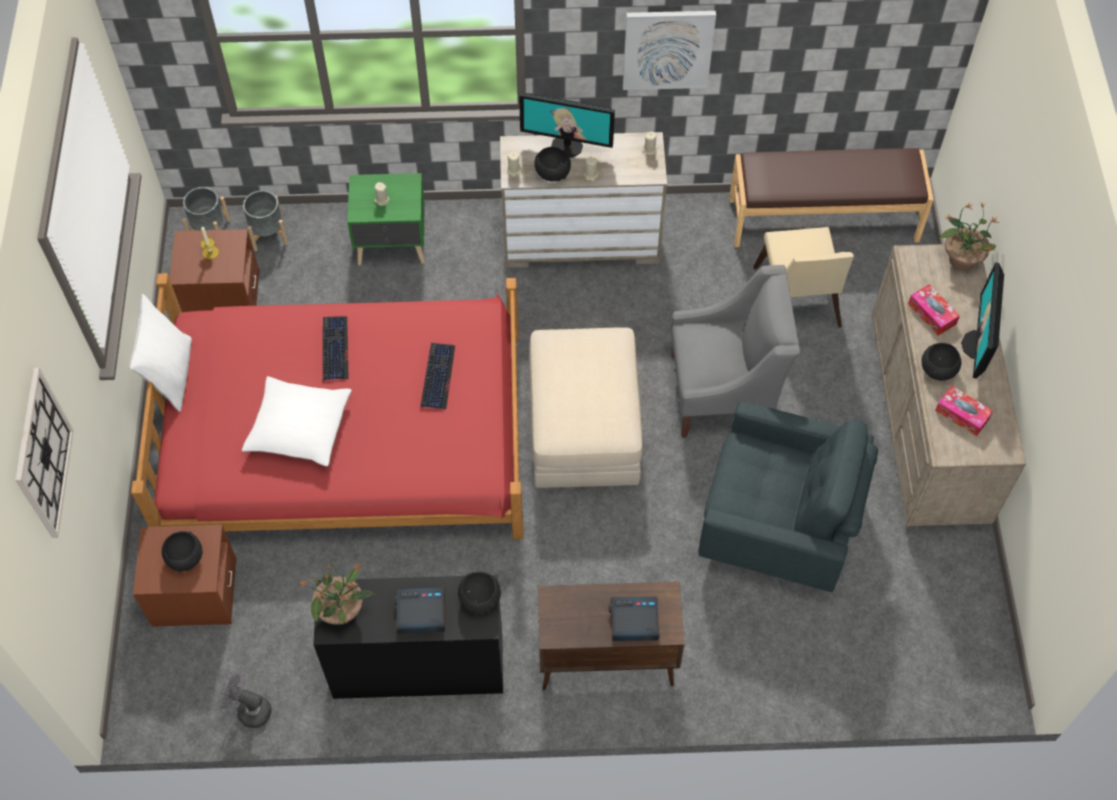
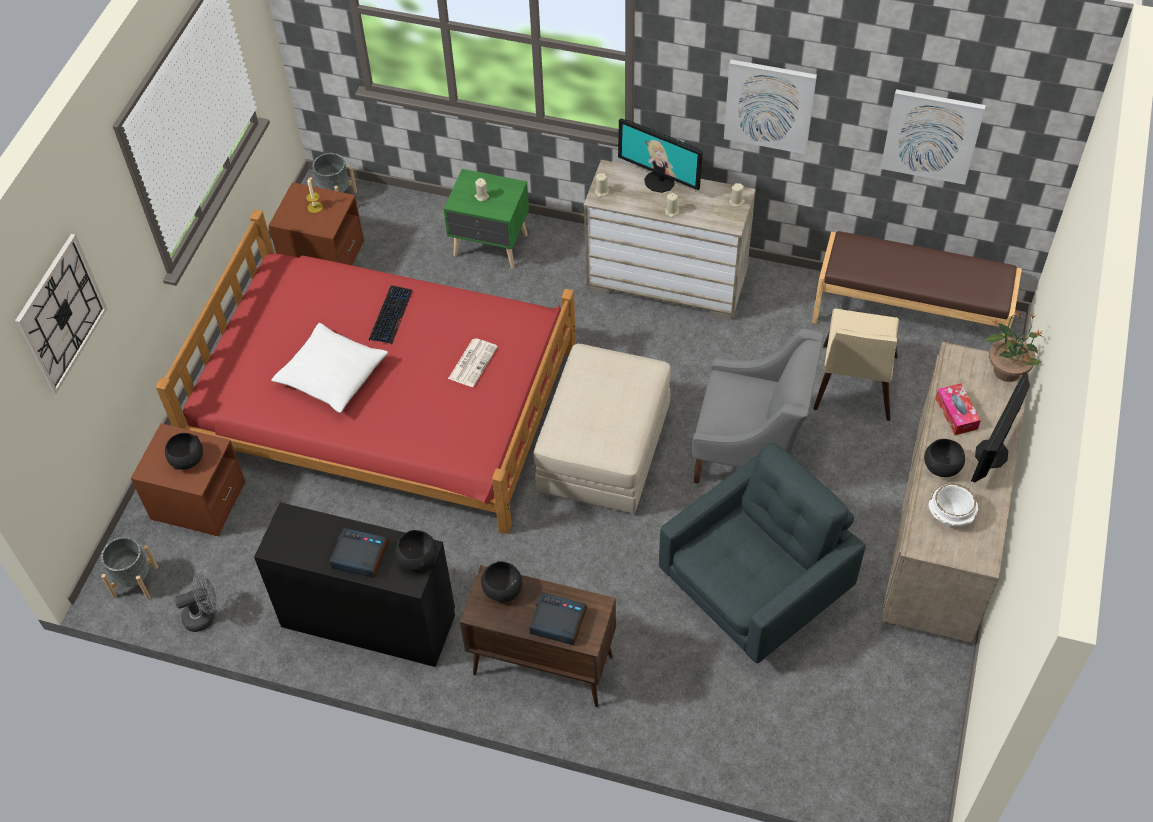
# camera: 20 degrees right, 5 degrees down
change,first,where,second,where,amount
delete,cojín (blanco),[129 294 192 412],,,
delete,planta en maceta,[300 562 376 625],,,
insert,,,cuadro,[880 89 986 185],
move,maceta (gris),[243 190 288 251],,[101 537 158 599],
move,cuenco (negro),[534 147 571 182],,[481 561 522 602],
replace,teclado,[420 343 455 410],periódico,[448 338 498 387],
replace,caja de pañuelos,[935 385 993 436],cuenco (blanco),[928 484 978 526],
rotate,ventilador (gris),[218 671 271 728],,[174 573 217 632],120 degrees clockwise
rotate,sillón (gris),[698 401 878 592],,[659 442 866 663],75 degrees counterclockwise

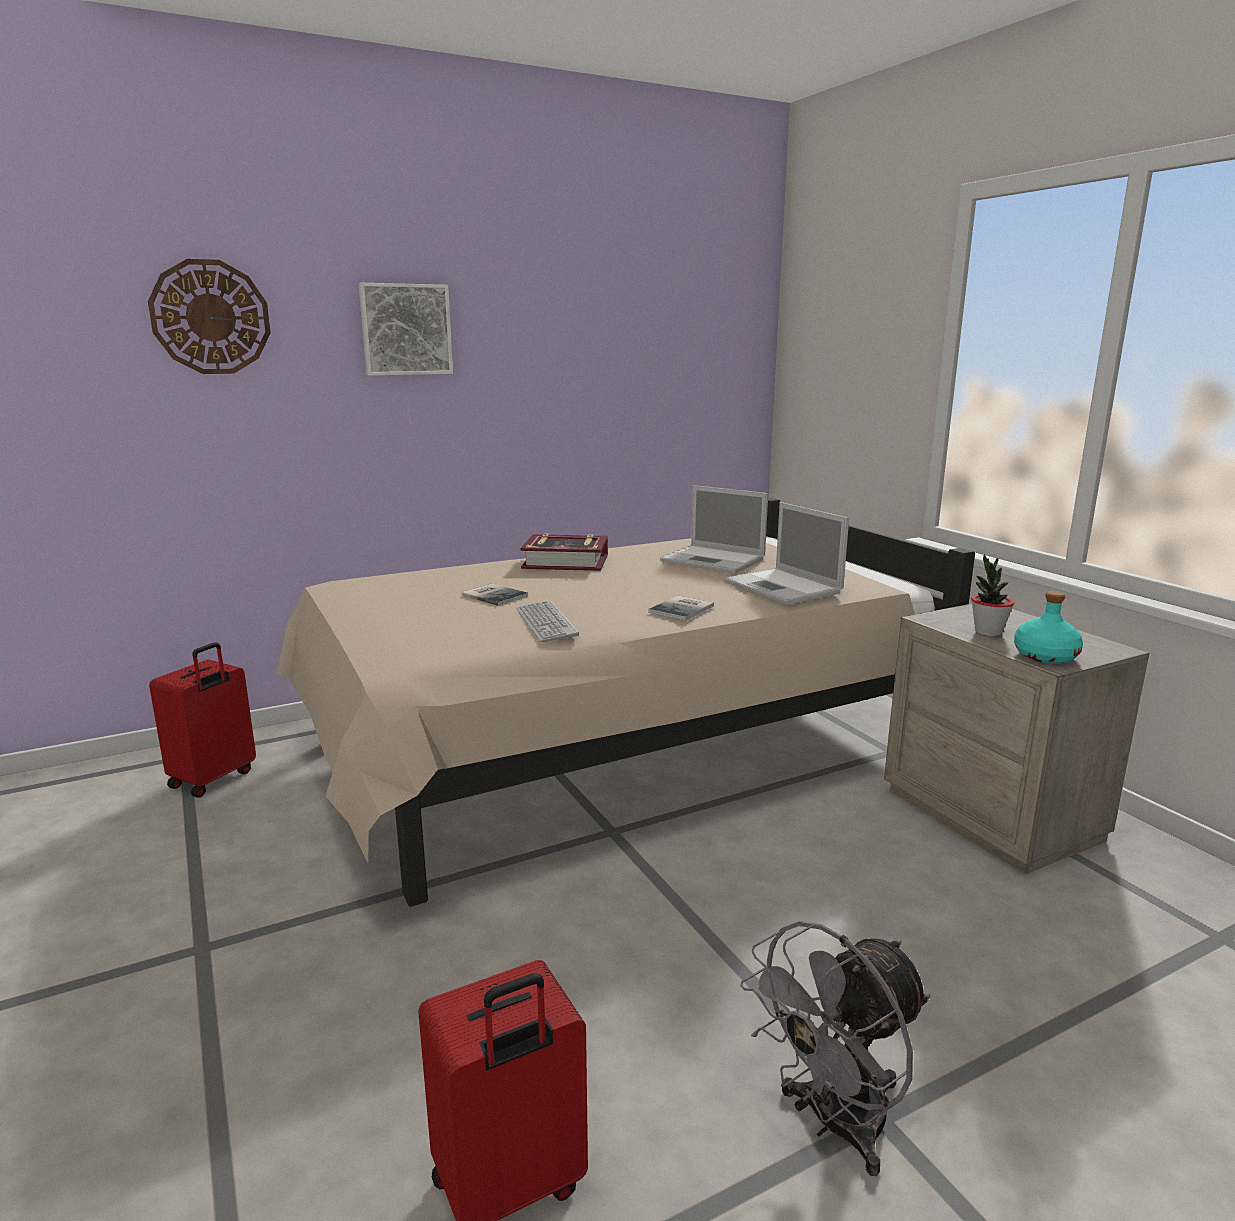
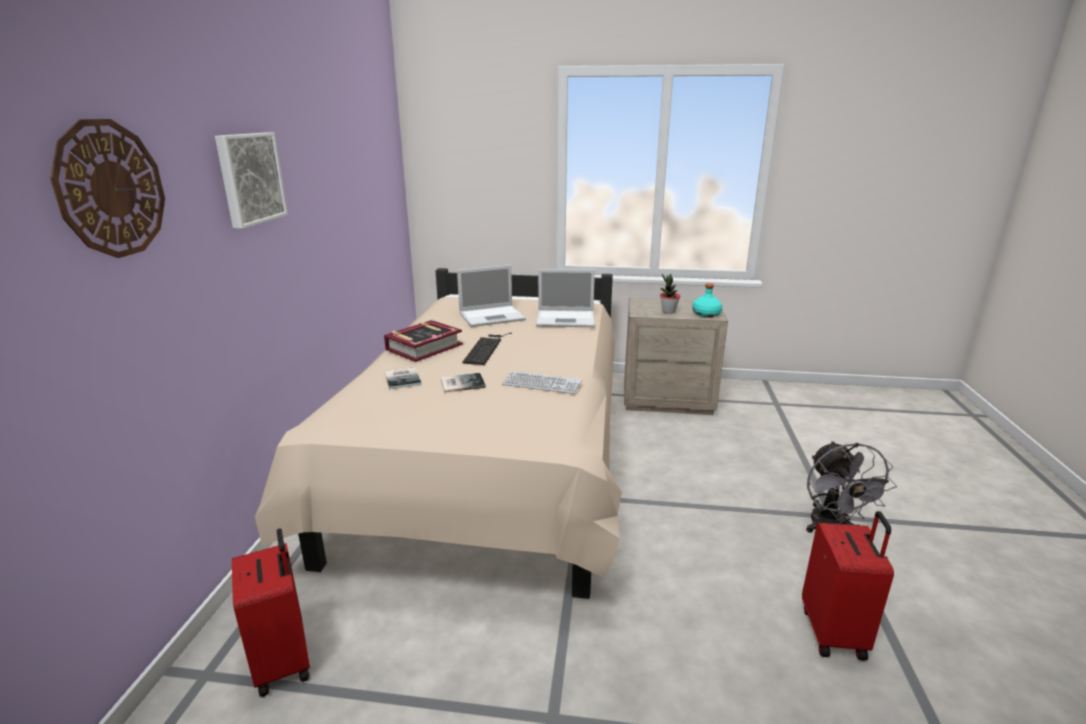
# camera: 55 degrees left, 5 degrees up
change,first,where,second,where,amount
insert,,,teclado,[463 333 512 365],
move,libro,[648 596 714 621],,[385 367 421 389],

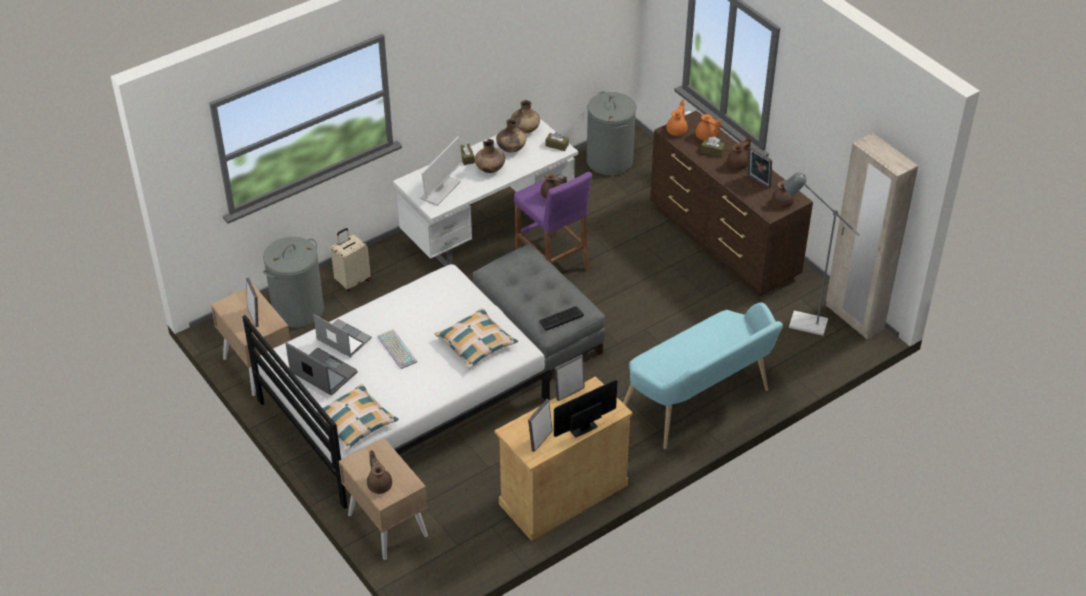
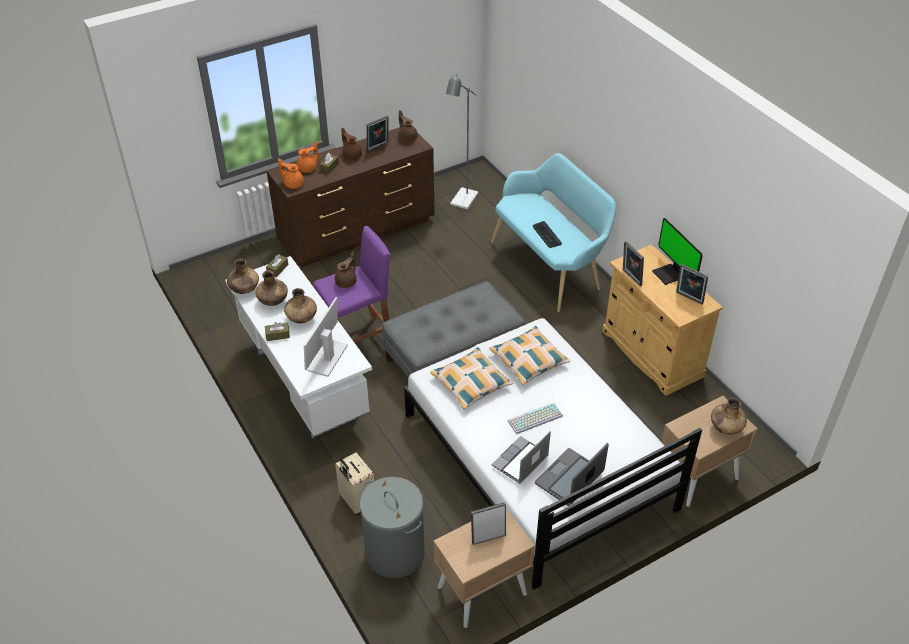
# camera: 85 degrees left, 0 degrees up
change,first,where,second,where,amount
delete,cesto de la ropa (gris),[587 91 636 175],,,
delete,armario ropero (beis),[826 133 918 340],,,
move,cojín,[316 384 399 451],,[430 347 513 409],
move,teclado,[539 306 584 331],,[533 221 562 248],
replace,tetera (marrón),[367 450 392 494],florero (marrón),[711 398 747 435],
rotate,monitor,[420 137 462 206],,[304 297 348 377],105 degrees counterclockwise

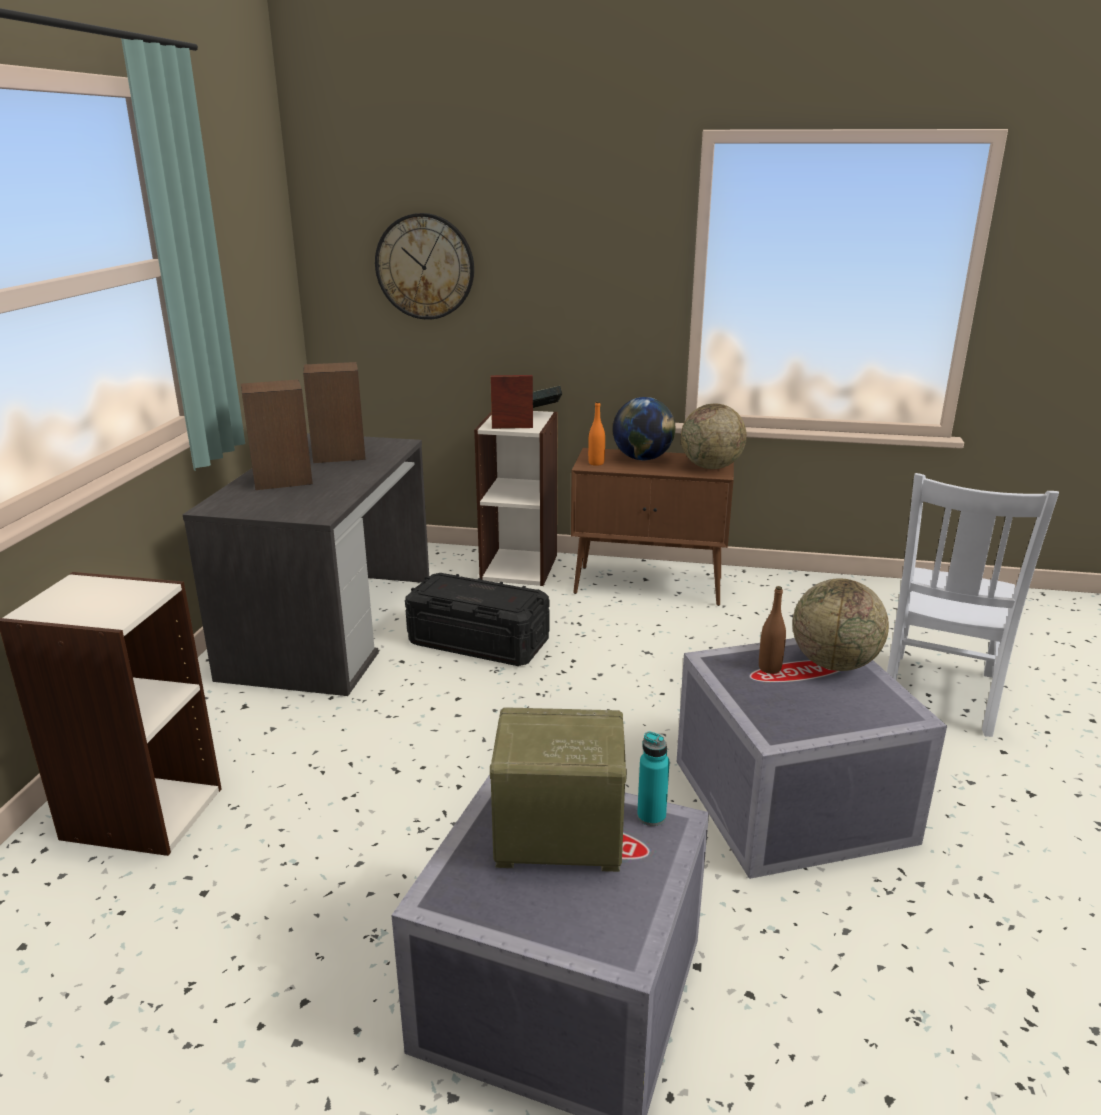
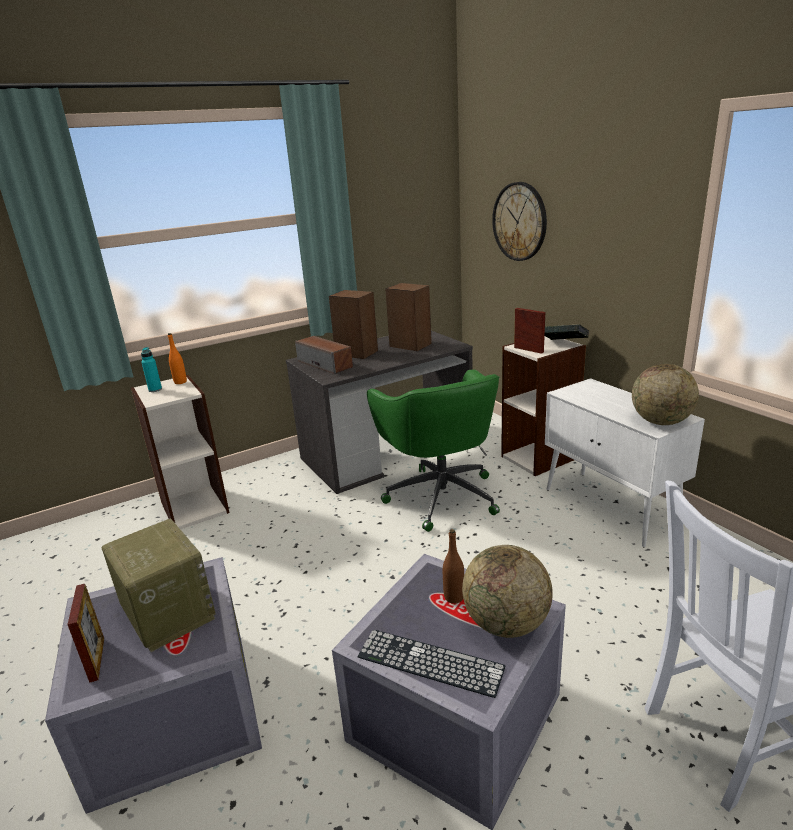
# camera: 50 degrees right, 0 degrees up
change,first,where,second,where,amount
delete,globo terráqueo,[613 397 675 460],,,
insert,,,portarretratos,[67 584 104 683],
insert,,,altavoz,[295 336 353 374],
insert,,,teclado,[358 629 505 698],
move,botella (naranja),[588 401 605 466],,[168 333 187 384],
move,botella (turquesa),[637 732 670 826],,[141 347 162 392],
replace,caja de almacenaje (negro),[405 573 550 666],silla de oficina (verde),[367 370 500 532],
recolor,armario (marrón),[571 448 734 606],armario (blanco),[545 378 705 547],

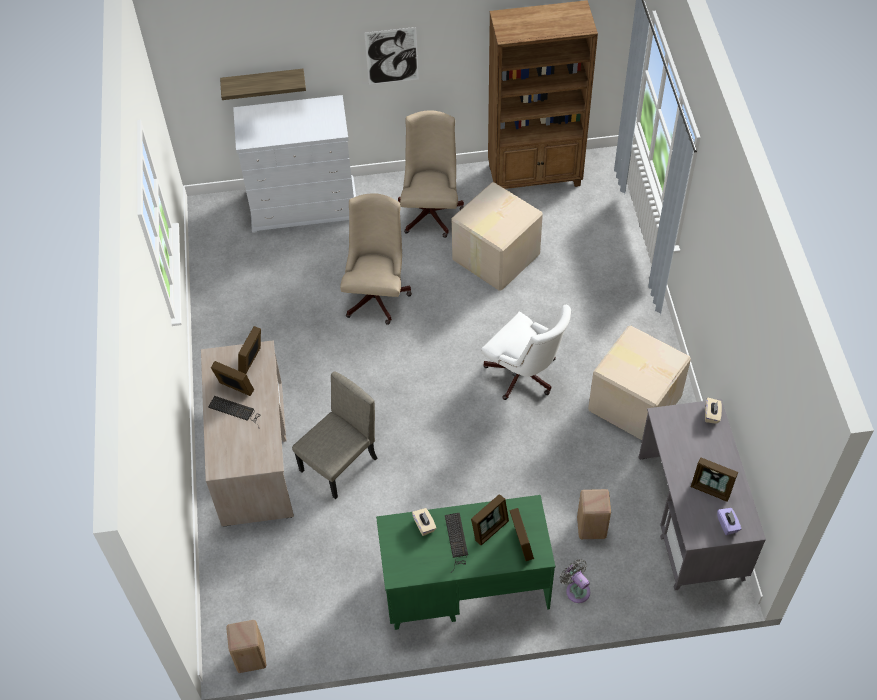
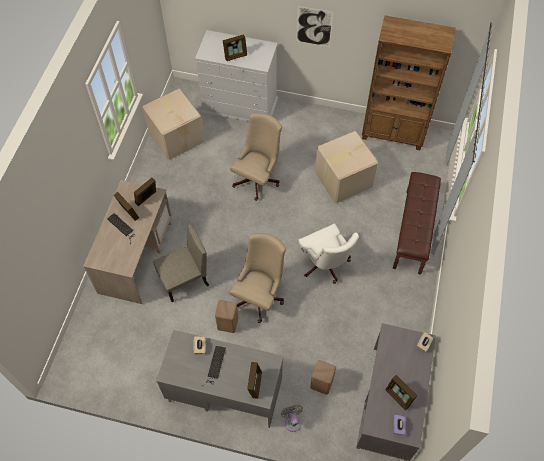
# camera: 20 degrees right, 5 degrees up
change,first,where,second,where,amount
delete,estante,[220 69 306 100],,,
insert,,,banco (marrón),[393 172 441 275],
move,taburete (beis),[226 620 266 673],,[215 300 238 333],
move,silla de oficina (beis),[398 110 464 238],,[230 233 286 323],
move,portarretratos,[471 494 509 546],,[223 34 247 61],
move,caja de cartón,[588 326 691 440],,[143 89 204 160],
recolor,escritorio (verde),[376 495 555 630],escritorio (gris),[156 330 283 428],

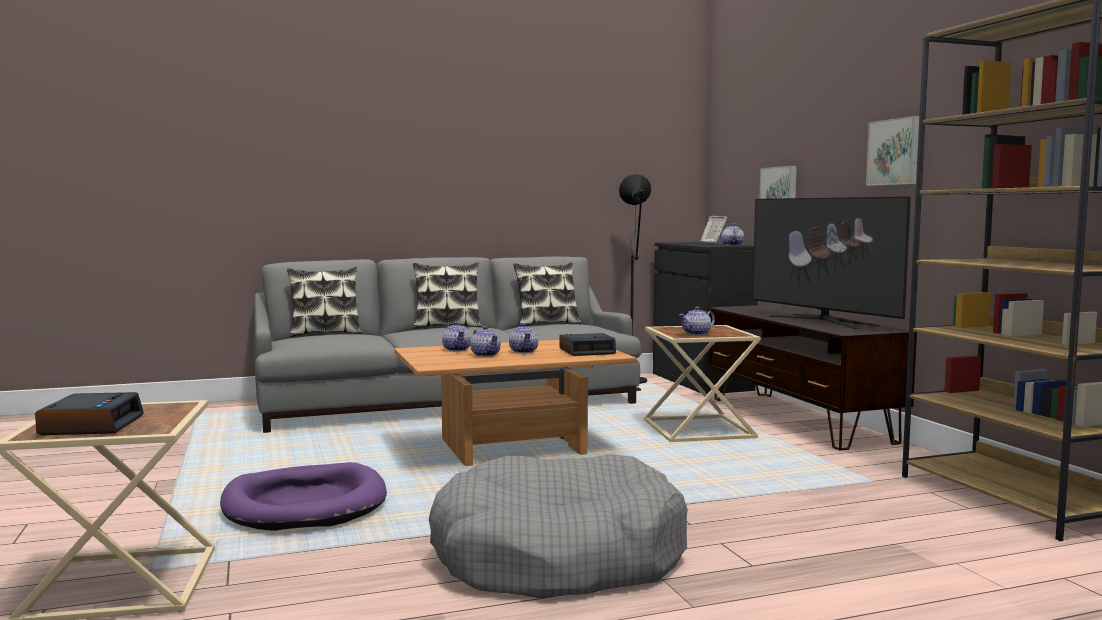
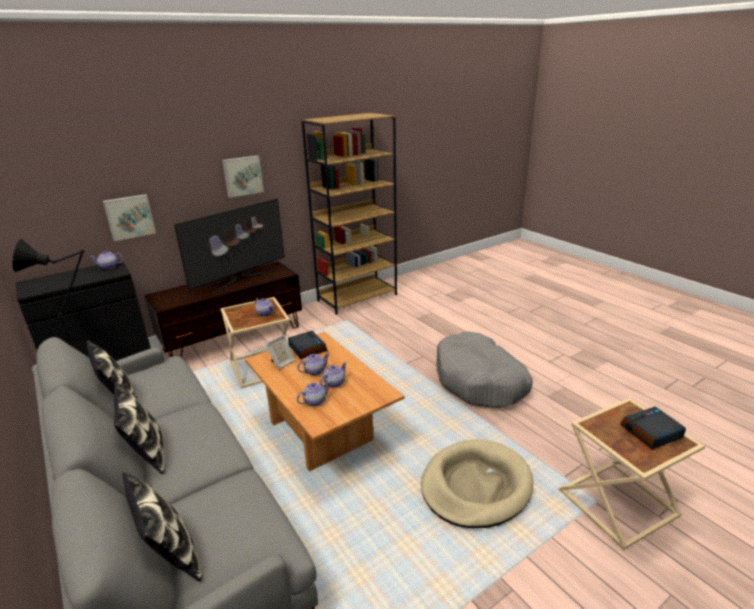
# camera: 105 degrees left, 20 degrees up
change,first,where,second,where,amount
move,portarretratos,[700 216 727 243],,[265 335 295 369],
recolor,cama para perro (morado),[220 462 387 531],cama para perro (beis),[421 440 533 528],

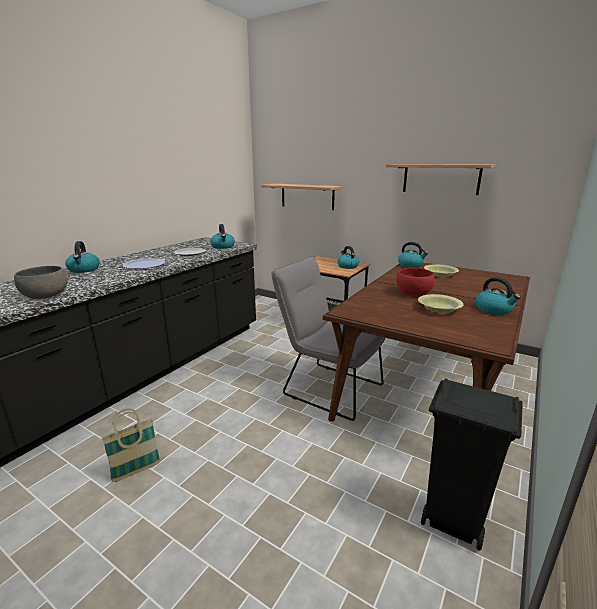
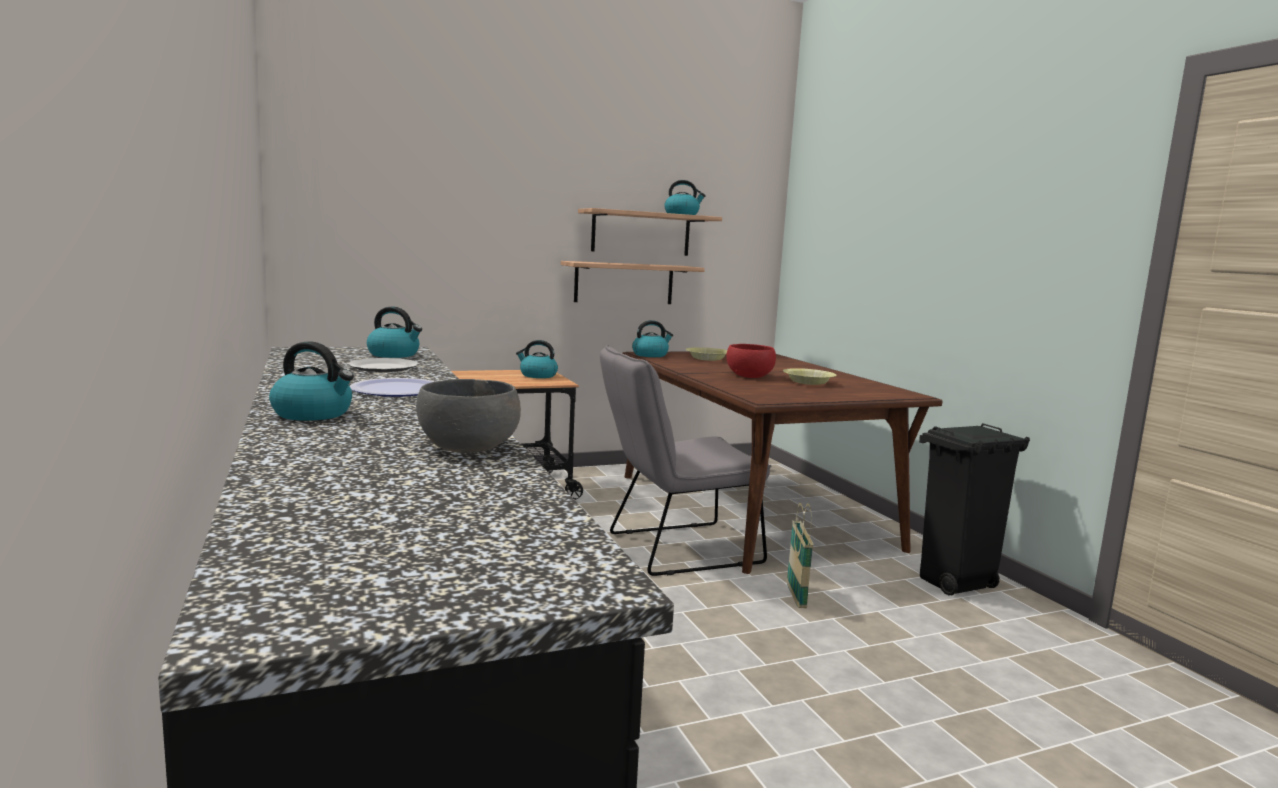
# camera: 55 degrees left, 10 degrees down
change,first,where,second,where,amount
move,cesta,[101 409 161 482],,[787 503 813 608],
move,estante,[261 184 343 210],,[561 261 705 304],
move,hervidor,[476 277 521 315],,[664 180 706 215],

